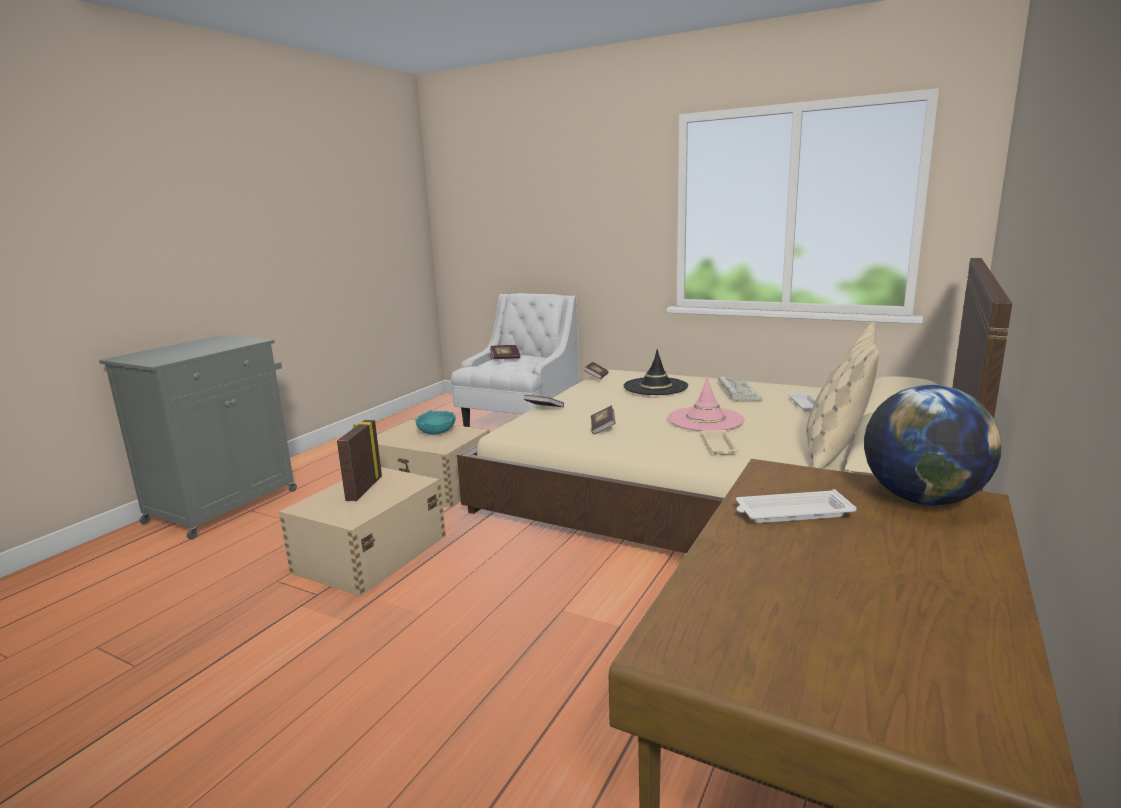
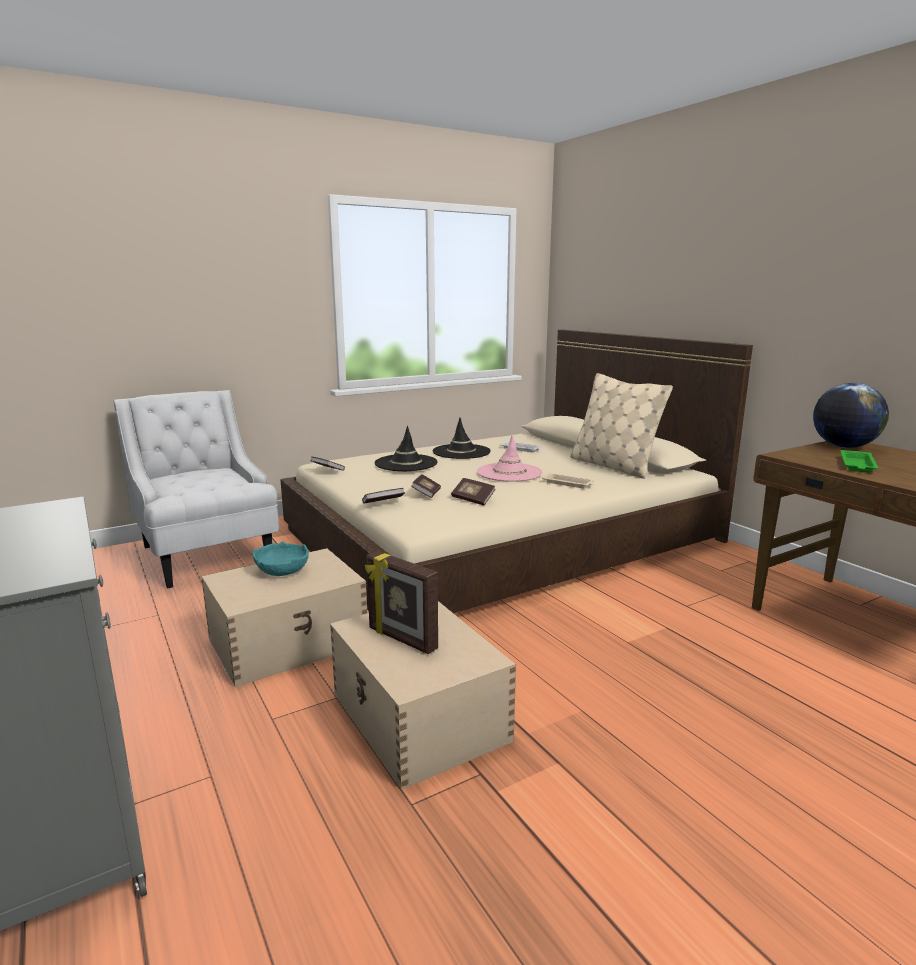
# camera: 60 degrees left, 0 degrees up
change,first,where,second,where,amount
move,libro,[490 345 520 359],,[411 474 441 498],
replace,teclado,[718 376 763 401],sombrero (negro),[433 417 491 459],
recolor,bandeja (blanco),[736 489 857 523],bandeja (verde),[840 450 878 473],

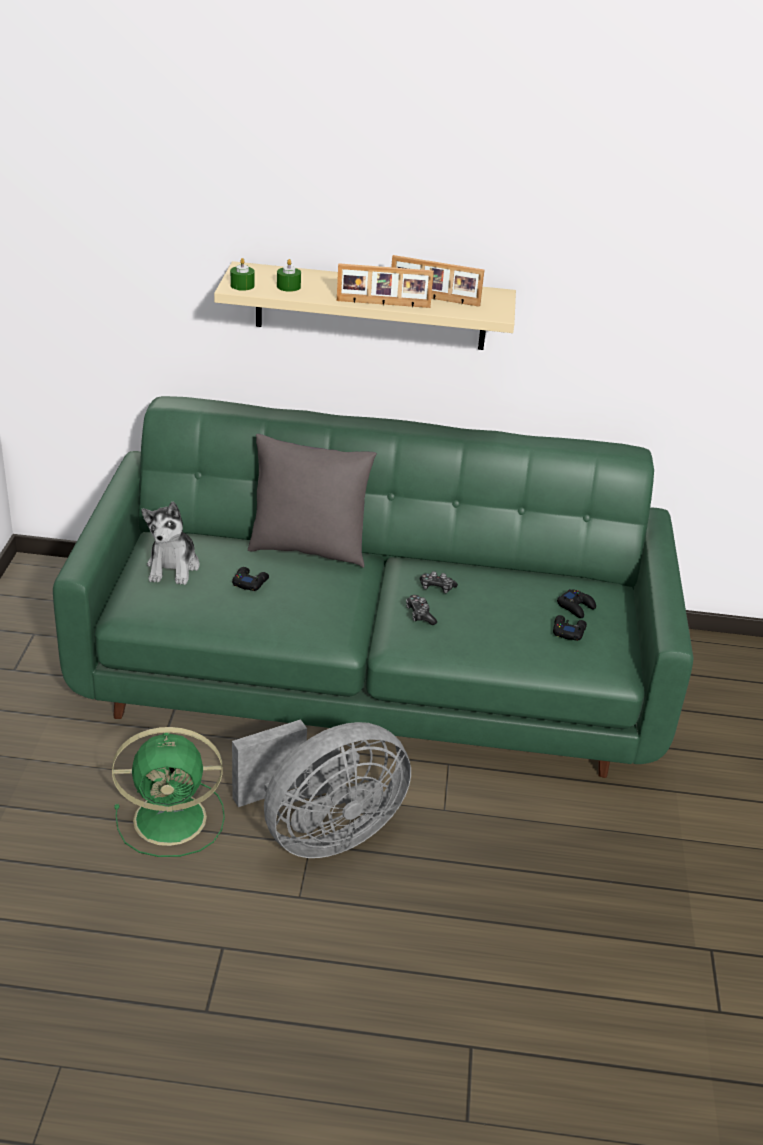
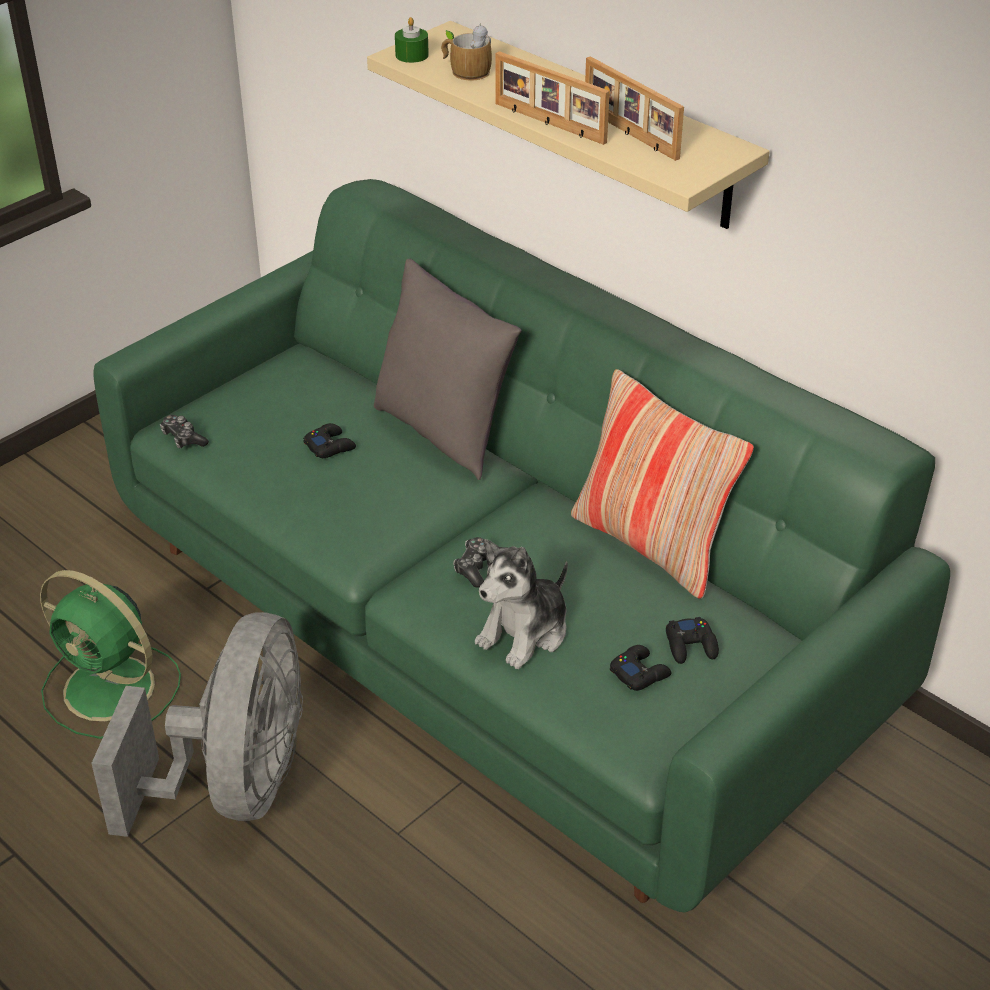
# camera: 40 degrees right, 5 degrees up
change,first,where,second,where,amount
insert,,,cojín,[571 369 754 599],
move,peluche,[141 501 200 585],,[475 539 568 669],
move,mando de consola,[420 571 458 593],,[160 415 209 448],
replace,vela (verde),[277 259 301 292],taza grande,[441 24 492 80],
rotate,ventilador (gris),[232 719 411 858],,[91 612 303 837],90 degrees counterclockwise

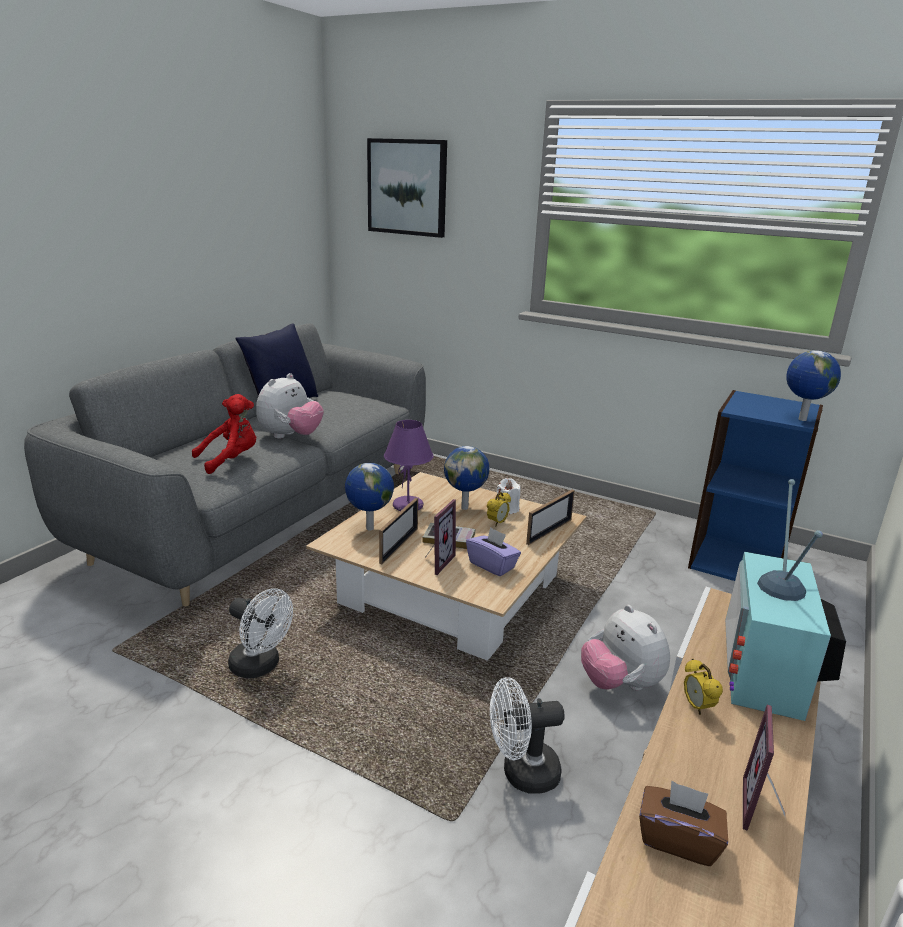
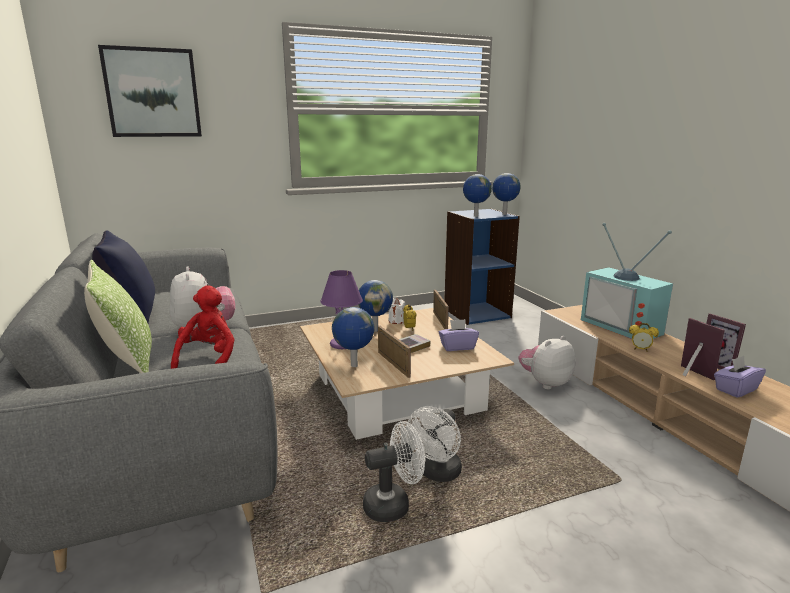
# camera: 50 degrees left, 5 degrees down
change,first,where,second,where,amount
insert,,,cojín,[84 260 152 373],
insert,,,globo terráqueo,[463 174 492 217],
move,portarretratos,[424 499 456 575],,[681 318 725 380],
move,ventilador (blanco),[490 677 564 794],,[407 406 462 482],
recolor,caja de pañuelos (marrón),[639 781 728 866],caja de pañuelos (morado),[714 356 766 398],
rotate,peluche,[581 605 670 690],,[519 336 575 389],135 degrees clockwise

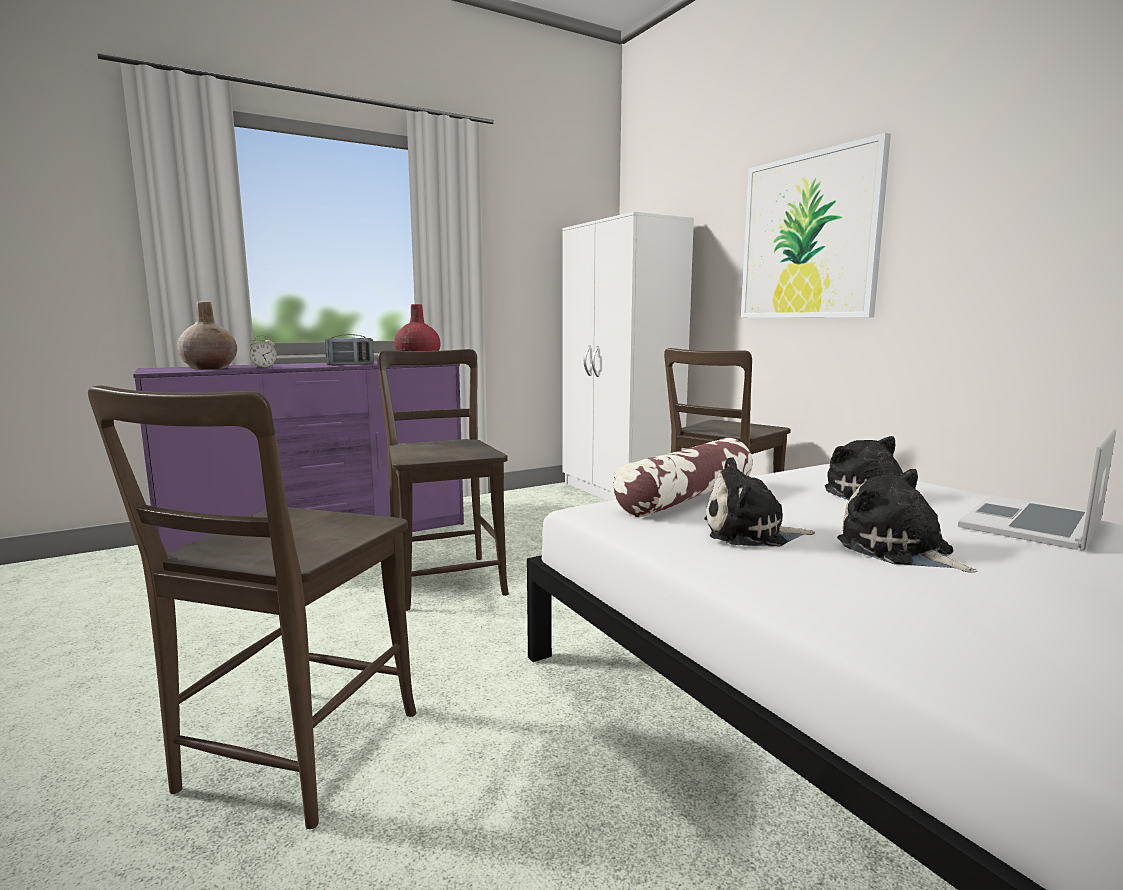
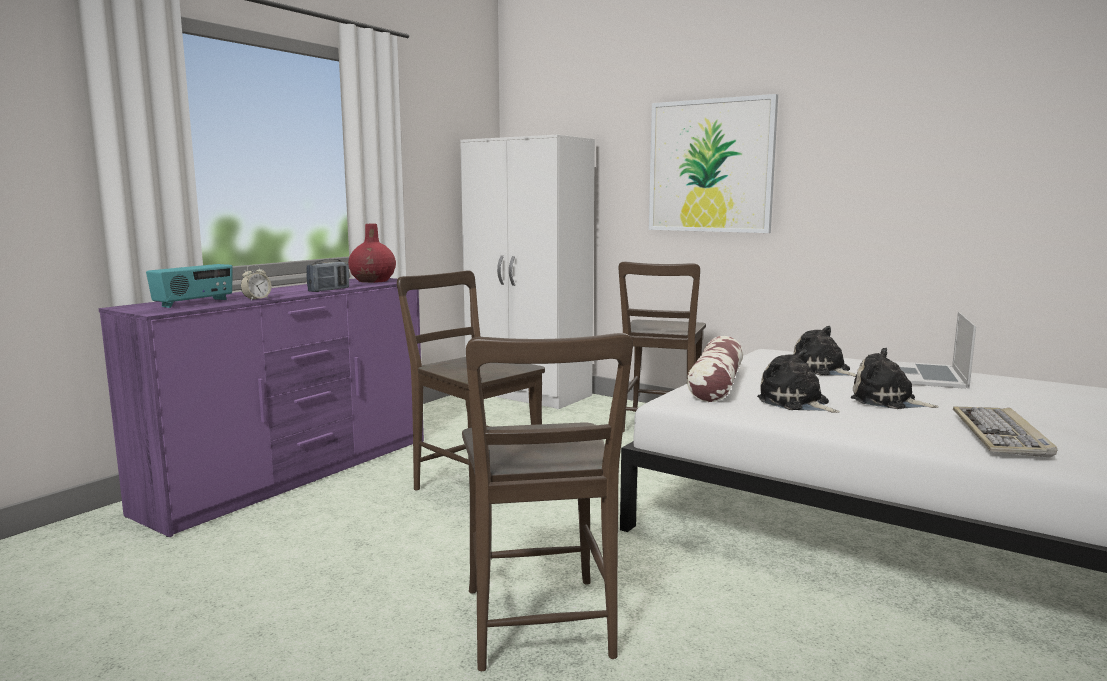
# camera: 25 degrees left, 0 degrees up
change,first,where,second,where,amount
insert,,,teclado,[953 407 1057 458],
replace,florero (beis),[177 302 237 370],radio,[146 264 233 308],
rotate,peluche,[704 457 815 547],,[757 350 840 413],75 degrees clockwise

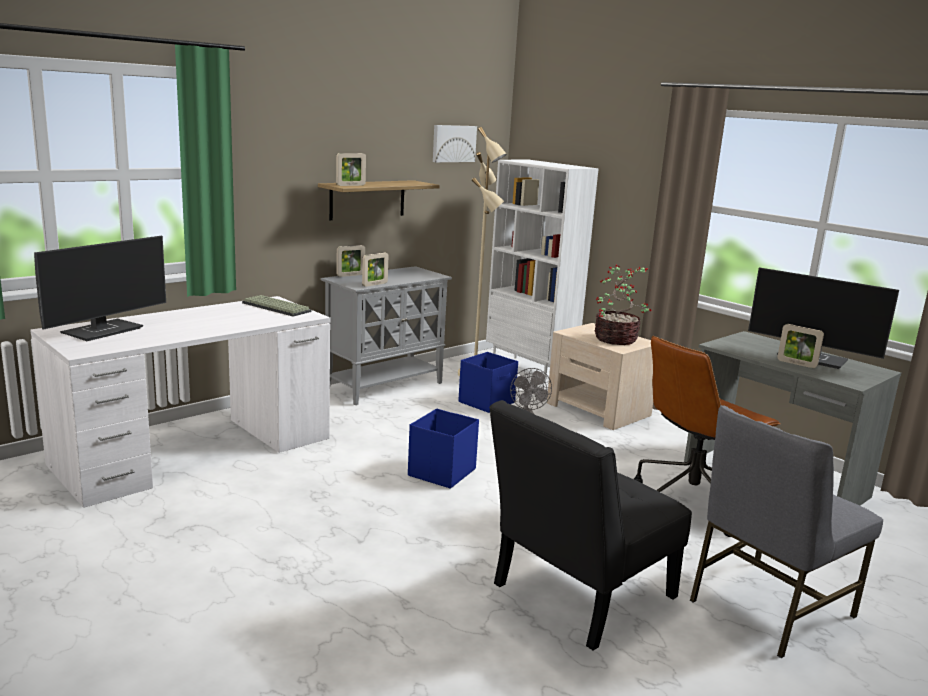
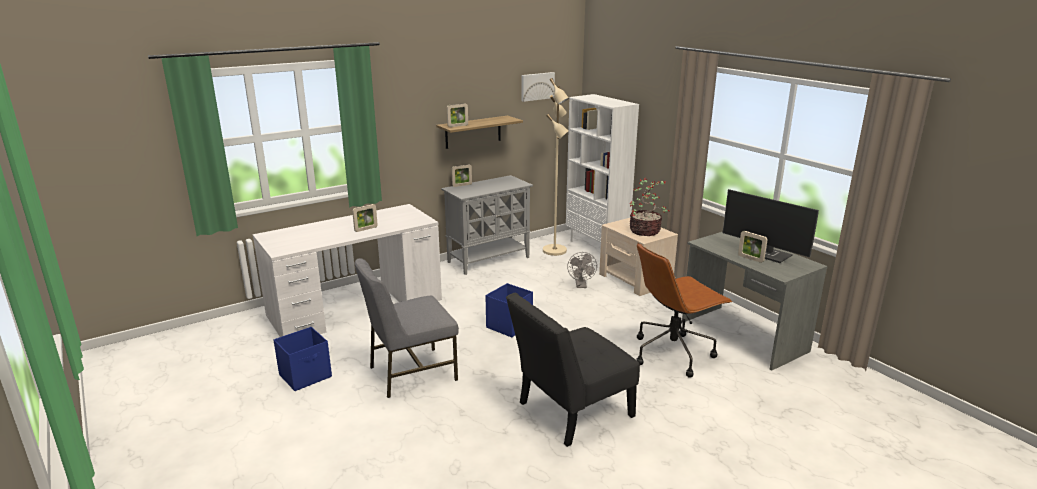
# camera: 10 degrees right, 5 degrees up
change,first,where,second,where,amount
delete,monitor,[34 236 166 341],,,
delete,teclado,[242 295 311 317],,,
move,portarretratos,[362 252 388 287],,[352 204 378 232],
move,caja de almacenaje (azul),[458 352 518 413],,[274 327 332 391],
move,silla (gris),[690 405 883 658],,[355 258 459 398],

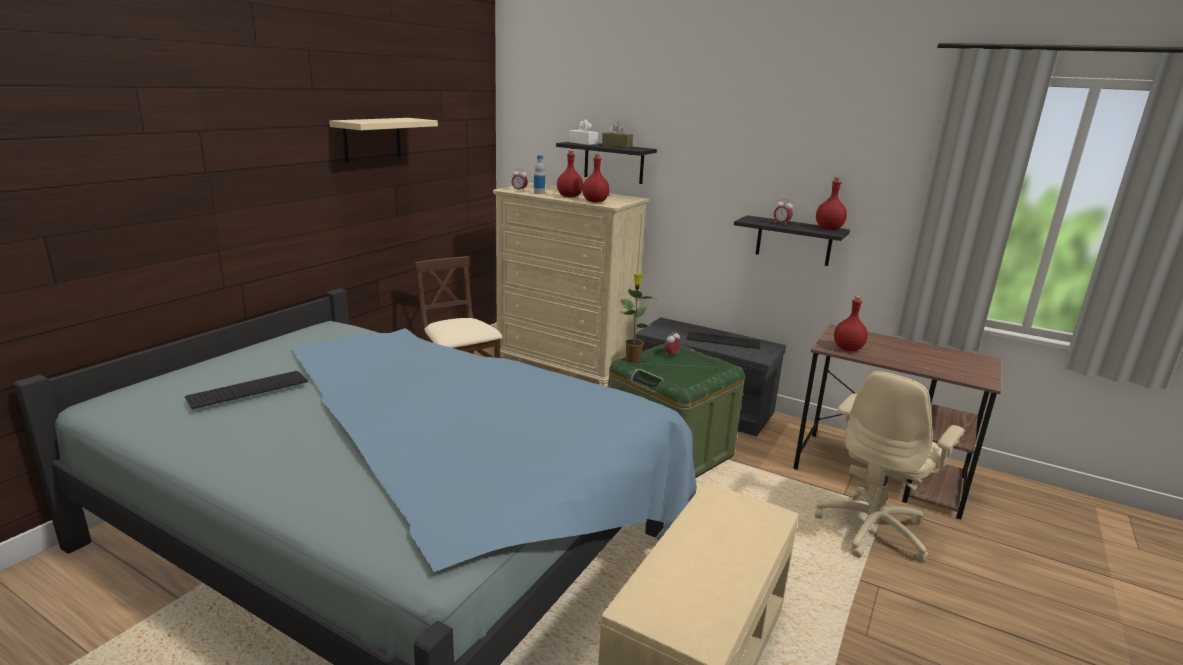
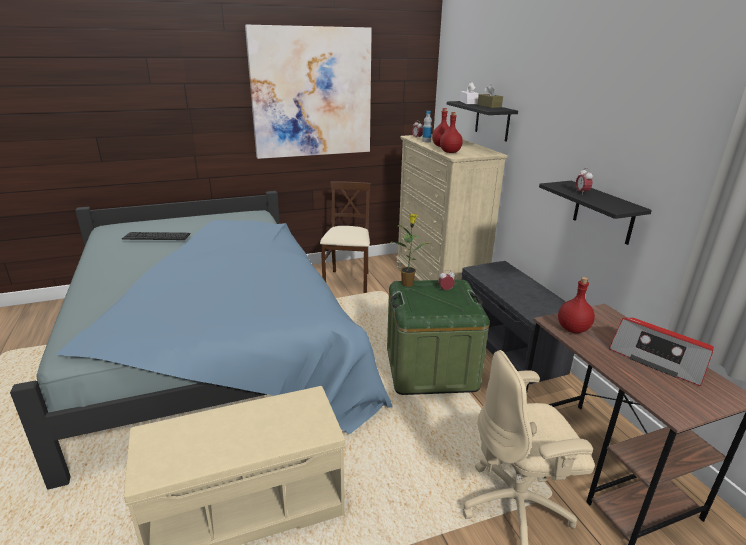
# camera: 40 degrees right, 5 degrees up
change,first,where,second,where,amount
delete,teclado,[686 331 760 349],,,
delete,botella (rojo),[816 177 847 230],,,
insert,,,radio,[609 318 714 386],
replace,estante (beis),[329 118 438 163],cuadro,[245 25 372 159],

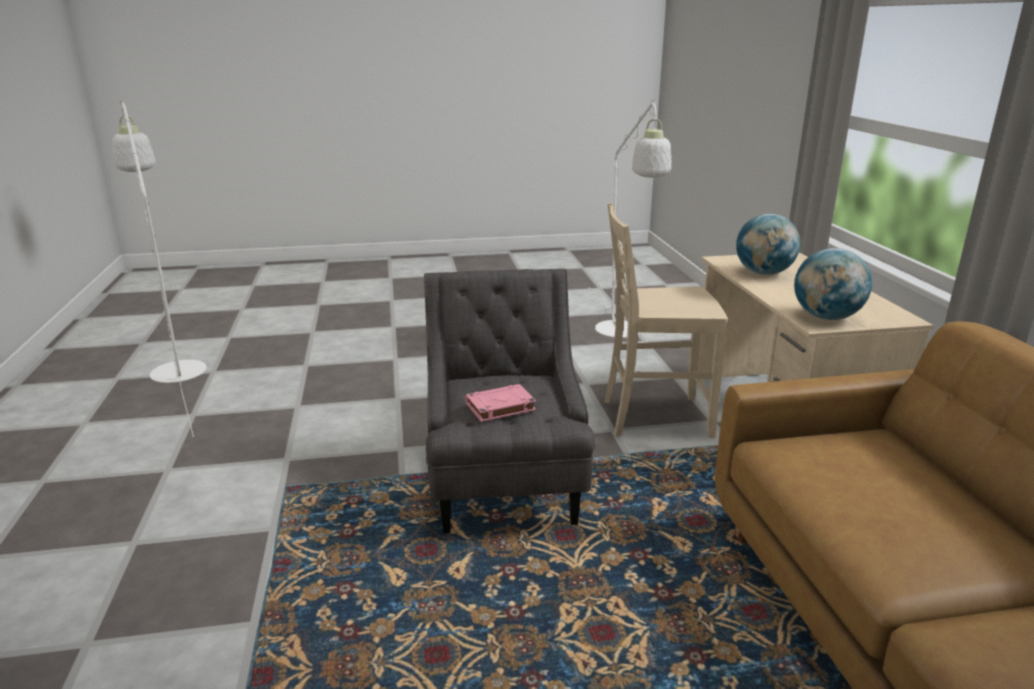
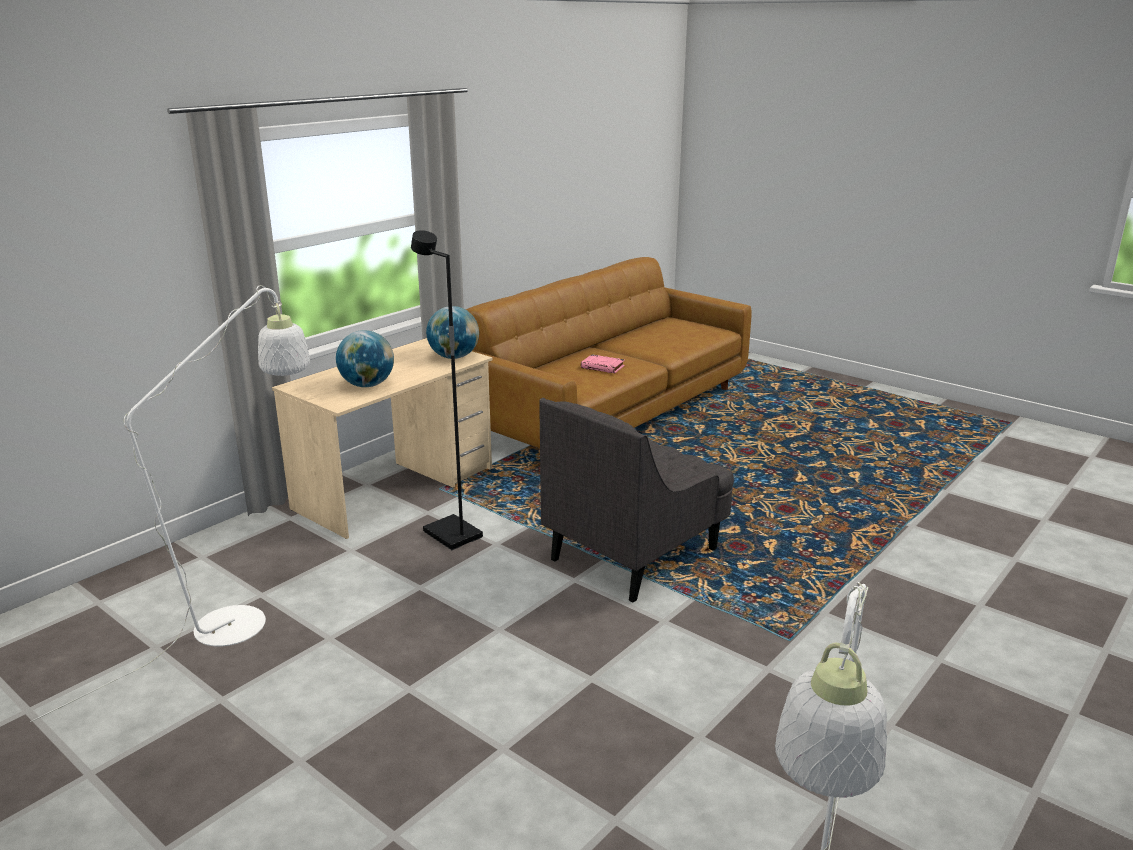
# camera: 130 degrees left, 0 degrees up
change,first,where,second,where,amount
move,libro (rosa),[465 384 536 422],,[581 354 625 373],
replace,silla (beis),[605 203 728 438],lámpara de pie (negro),[411 230 483 550],

